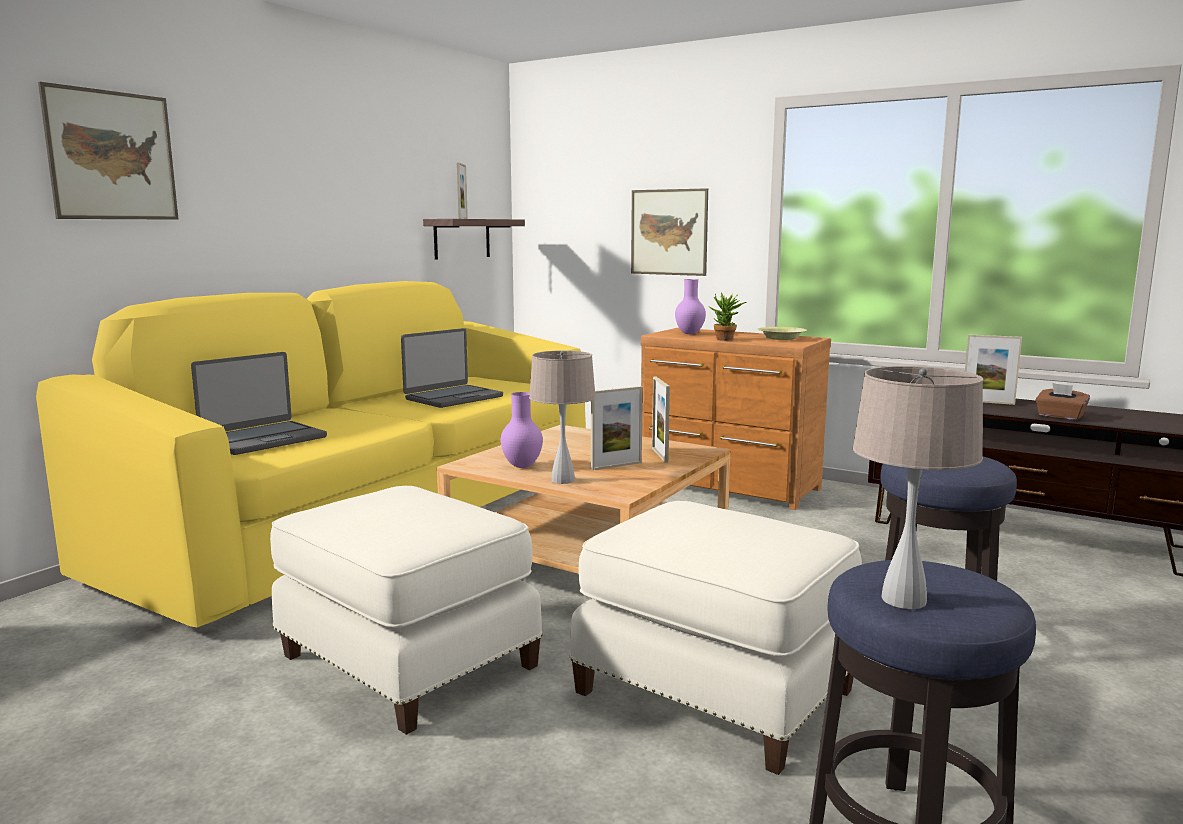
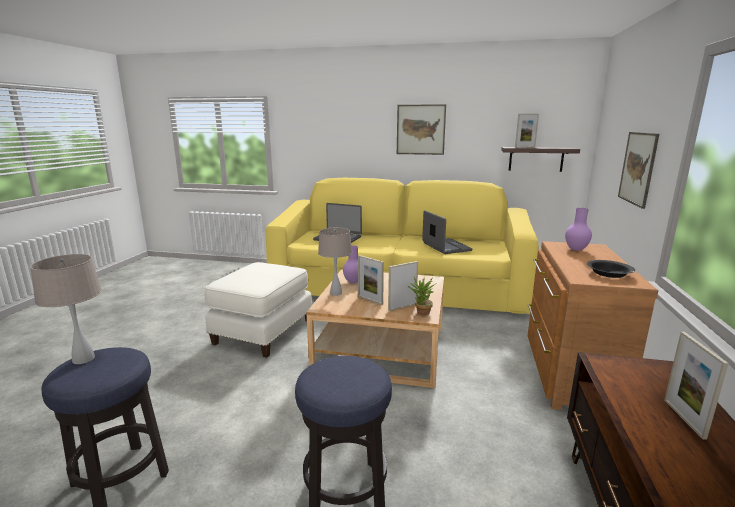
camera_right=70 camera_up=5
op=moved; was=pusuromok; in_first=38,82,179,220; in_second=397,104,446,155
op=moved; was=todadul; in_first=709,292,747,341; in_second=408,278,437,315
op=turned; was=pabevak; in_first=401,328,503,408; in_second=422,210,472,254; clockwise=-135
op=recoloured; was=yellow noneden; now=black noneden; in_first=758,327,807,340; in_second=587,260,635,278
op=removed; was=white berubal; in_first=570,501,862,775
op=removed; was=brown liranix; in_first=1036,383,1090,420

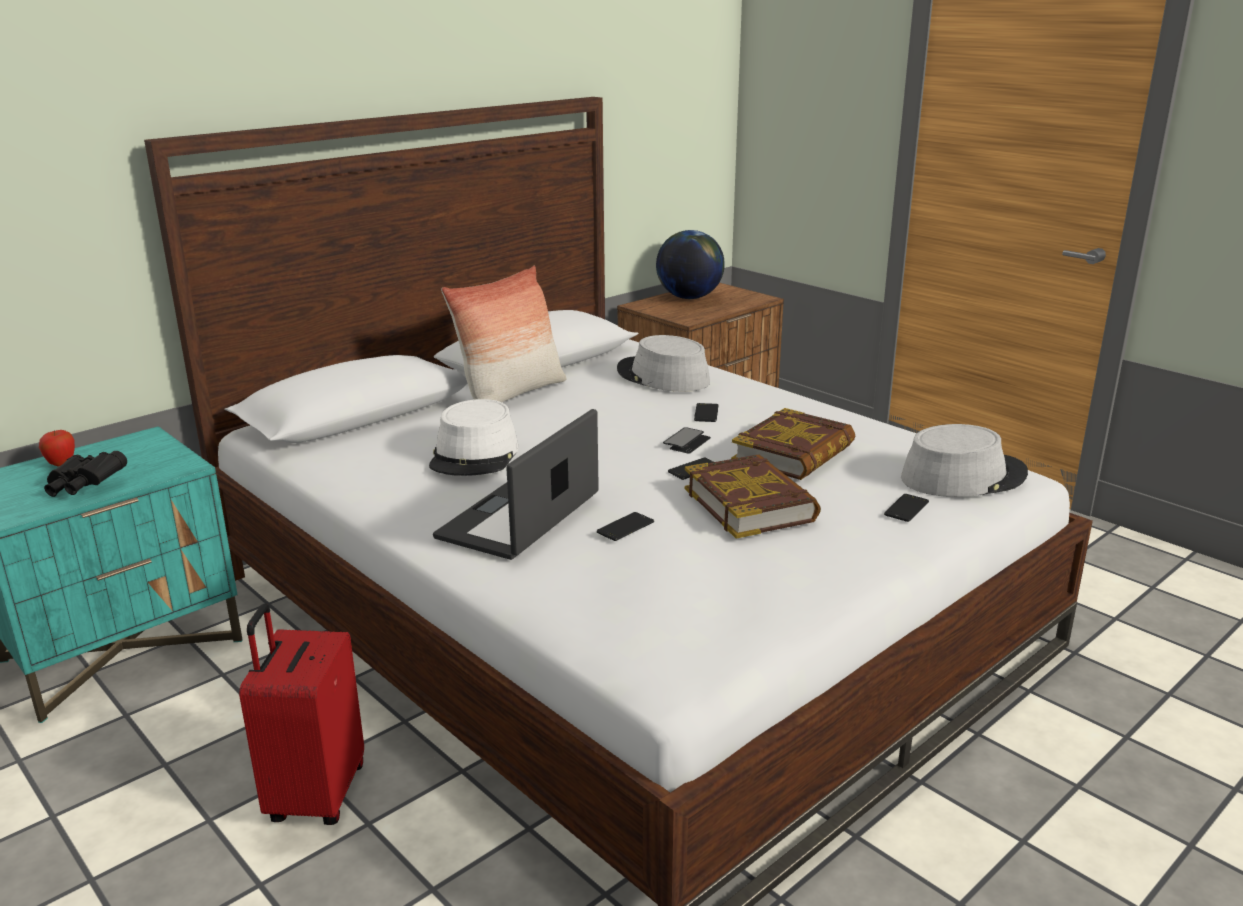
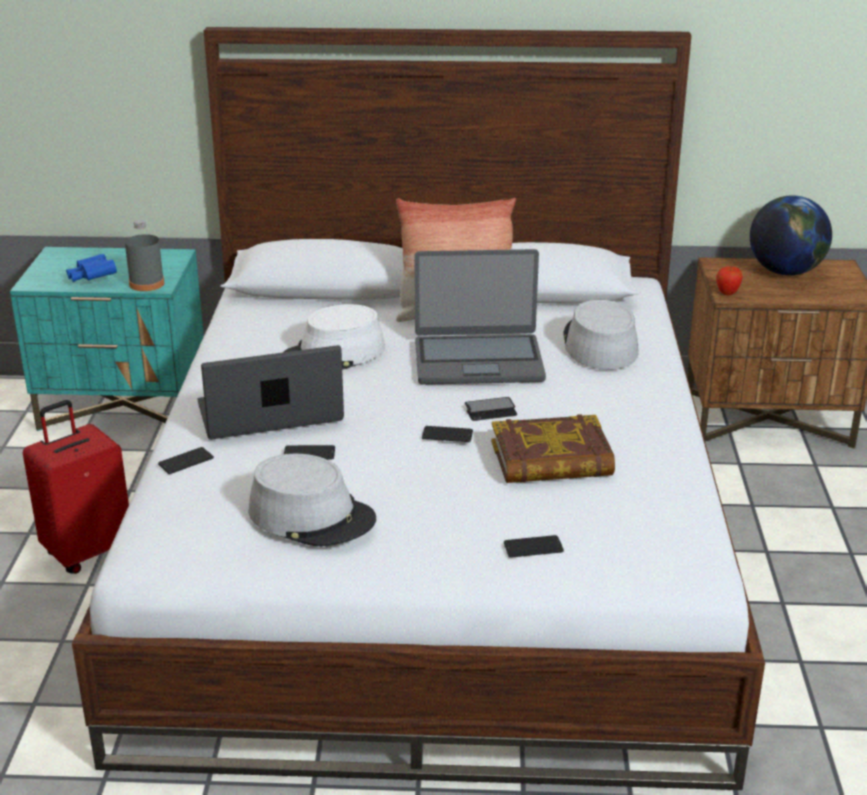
camera_right=45 camera_up=5
op=recoloured; was=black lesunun; now=blue lesunun; in_first=44,451,127,497; in_second=66,254,117,282
op=added; now=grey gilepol; in_second=125,220,164,291
op=moved; was=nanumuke; in_first=694,403,718,422; in_second=158,447,214,474
op=moved; was=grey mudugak; in_first=901,424,1028,497; in_second=248,454,376,547
op=added; now=pabevak; in_second=415,249,546,385
op=moved; was=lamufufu; in_first=39,430,75,467; in_second=716,266,743,295
op=removed; was=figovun; in_first=685,454,821,539

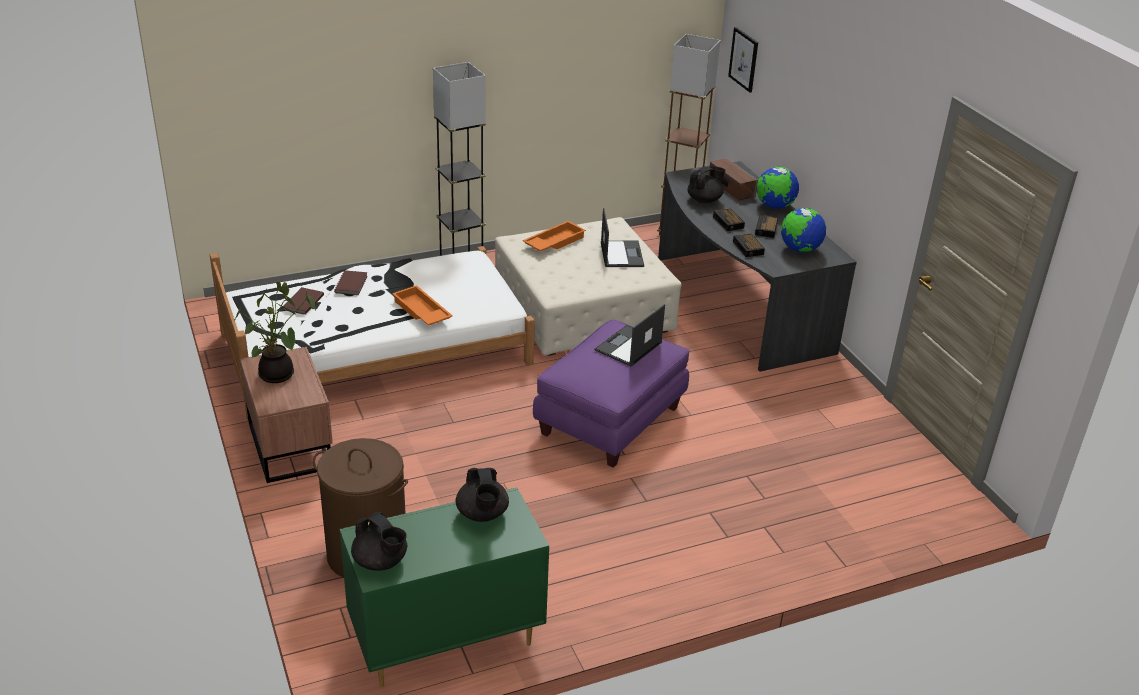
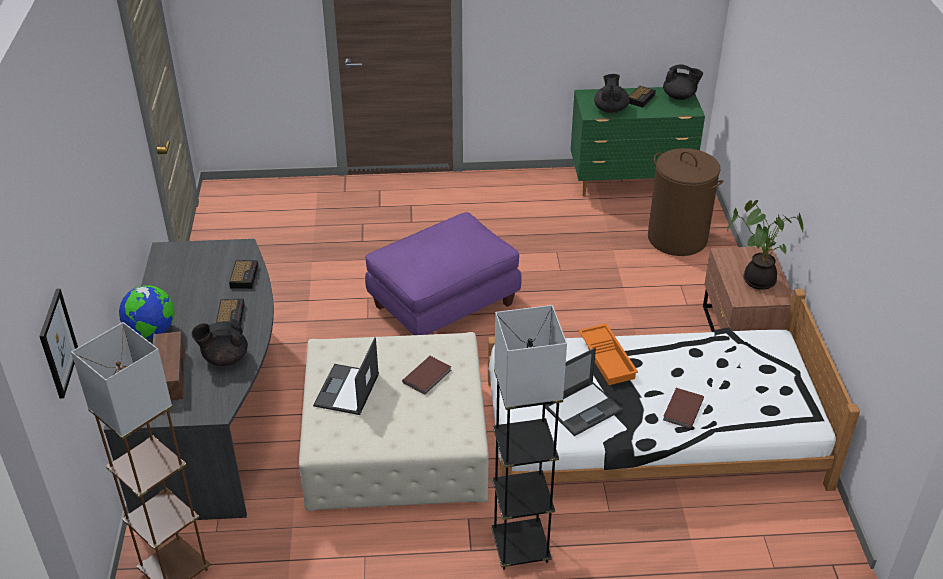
camera_right=-160 camera_up=5
op=moved; was=brown figovun; in_first=284,287,324,315; in_second=402,356,452,395
op=moved; was=pabevak; in_first=594,304,665,367; in_second=545,347,622,436
op=moved; was=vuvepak; in_first=755,215,778,238; in_second=629,86,656,108
op=turned; was=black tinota; in_first=351,512,407,571; in_second=663,64,703,100; clockwise=135
op=removed; was=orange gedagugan; in_first=523,221,586,252
op=removed; was=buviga; in_first=781,208,826,253

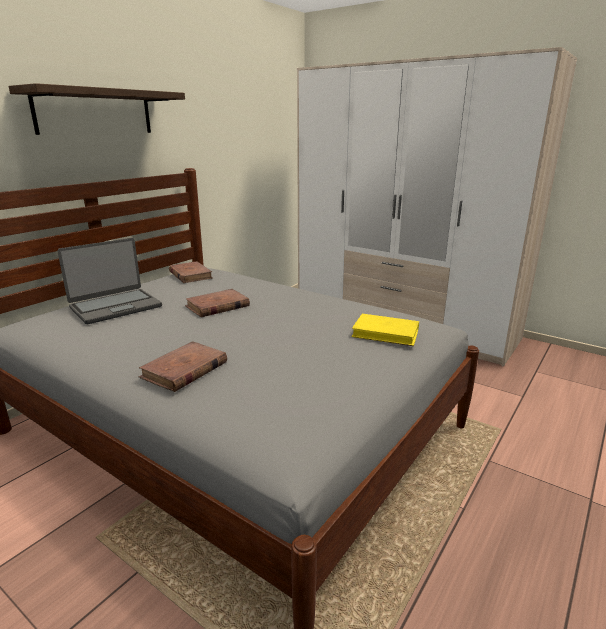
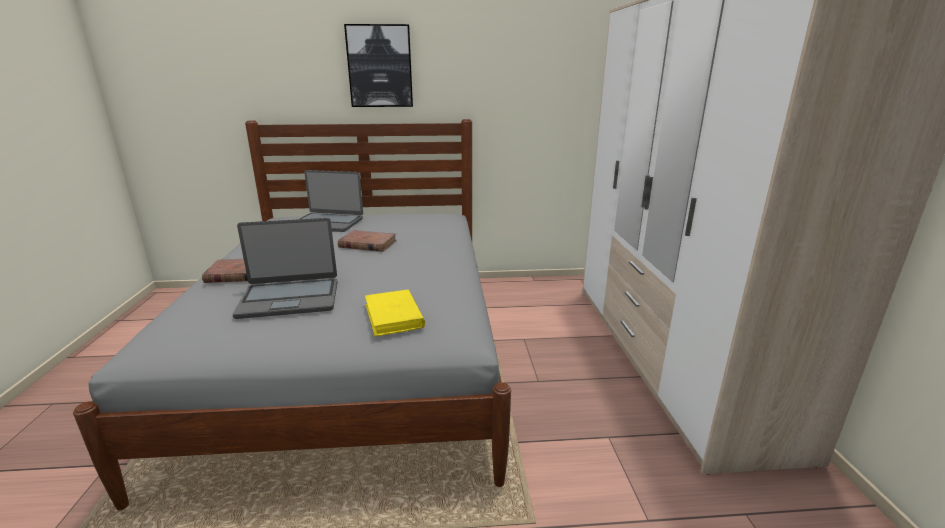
camera_right=50 camera_up=0
op=added; now=pabevak; in_second=233,218,338,319
op=replaced; was=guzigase; now=pusuromok; in_first=9,83,185,135; in_second=344,24,413,107
op=removed; was=brown figovun; in_first=169,261,213,283

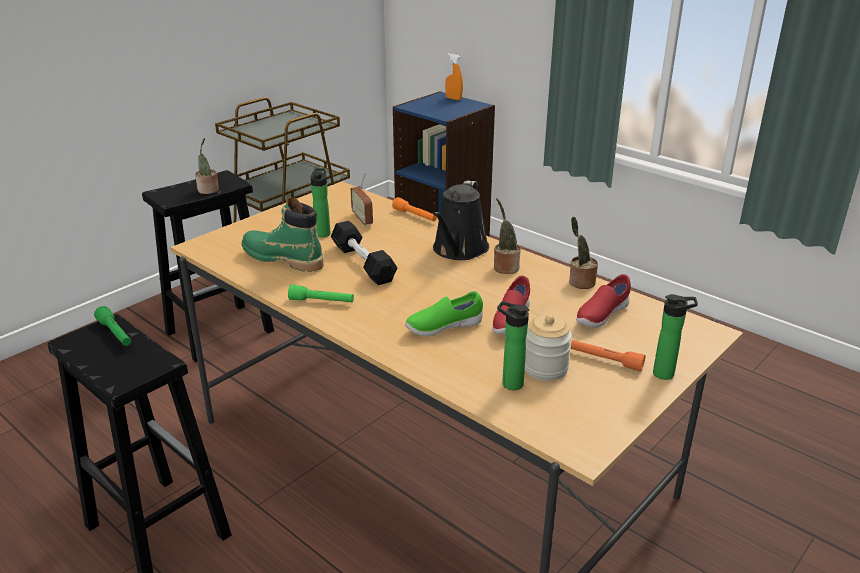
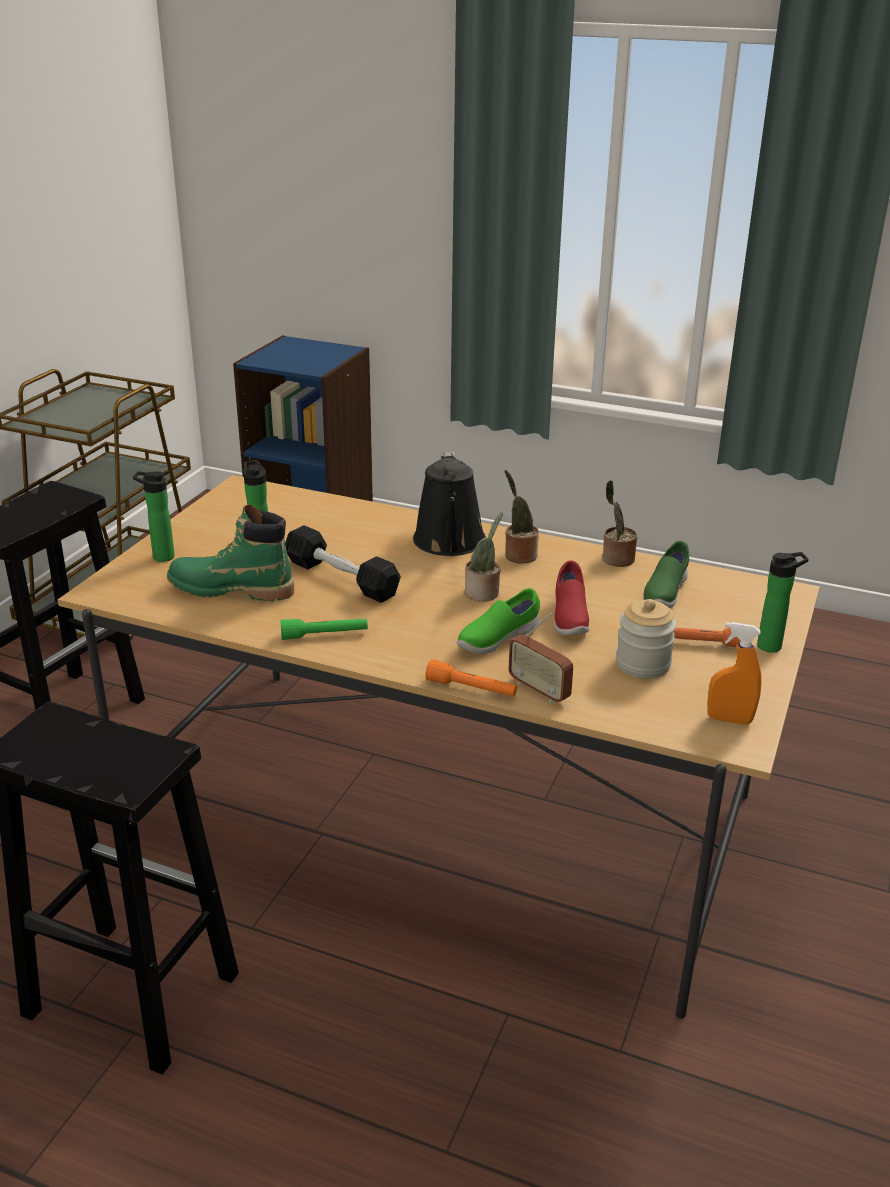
camera_right=-20 camera_up=0
op=moved; was=gilepol; in_first=497,301,529,390; in_second=133,471,175,562
op=moved; was=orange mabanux; in_first=392,197,437,221; in_second=425,659,517,697
op=moved; was=todadul; in_first=195,138,219,194; in_second=465,512,503,602
op=moved; was=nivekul; in_first=350,172,373,226; in_second=508,613,573,704
op=recoloured; was=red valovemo; now=green valovemo; in_first=576,274,631,328; in_second=643,541,689,608
op=moved; was=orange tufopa; in_first=445,53,463,100; in_second=707,622,762,725
op=removed; was=green mabanux; in_first=94,306,131,346

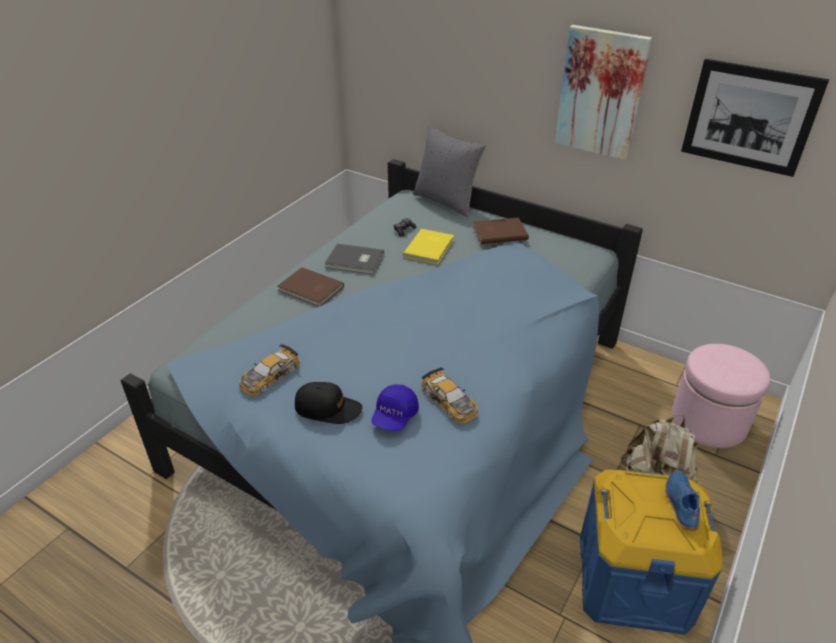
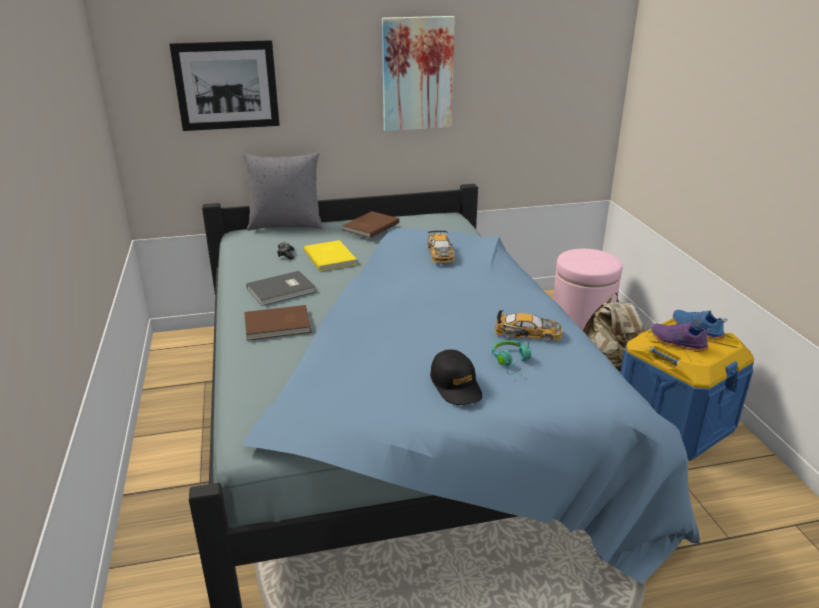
camera_right=-45 camera_up=-10
op=moved; was=pusuromok; in_first=681,59,829,177; in_second=169,40,280,131
op=moved; was=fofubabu; in_first=239,344,300,396; in_second=427,231,455,263
op=turned; was=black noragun; in_first=295,382,362,424; in_second=430,350,483,405; clockwise=105
op=replaced; was=blue noragun; now=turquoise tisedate; in_first=371,384,419,431; in_second=492,340,531,374
op=added; now=purple valovemo; in_second=652,322,711,352

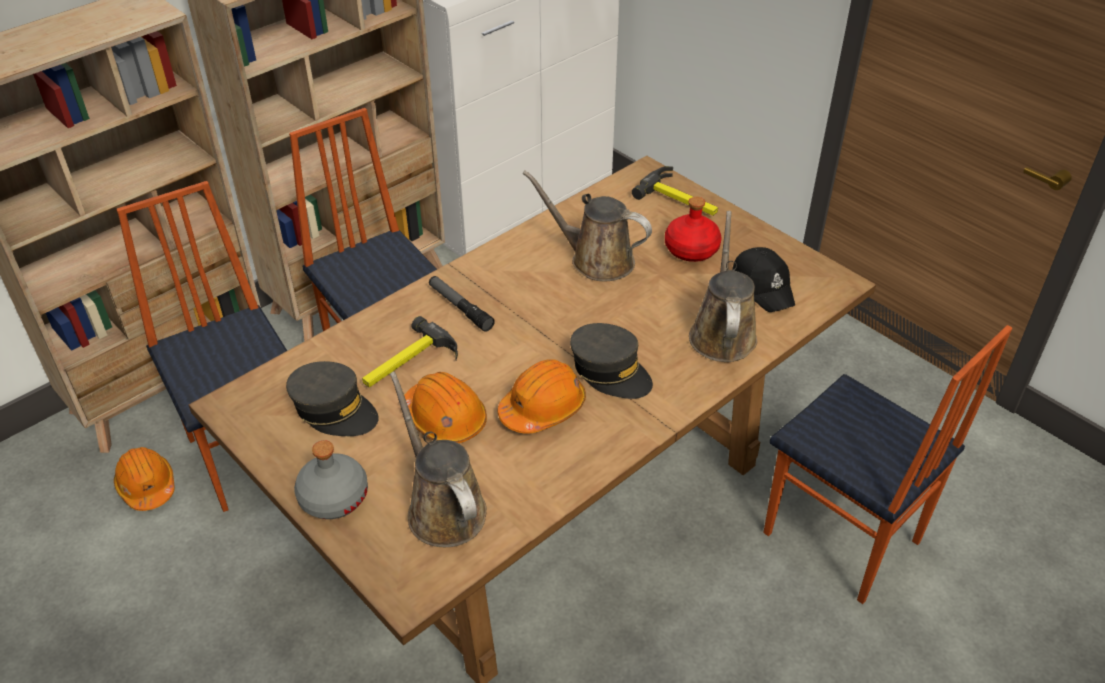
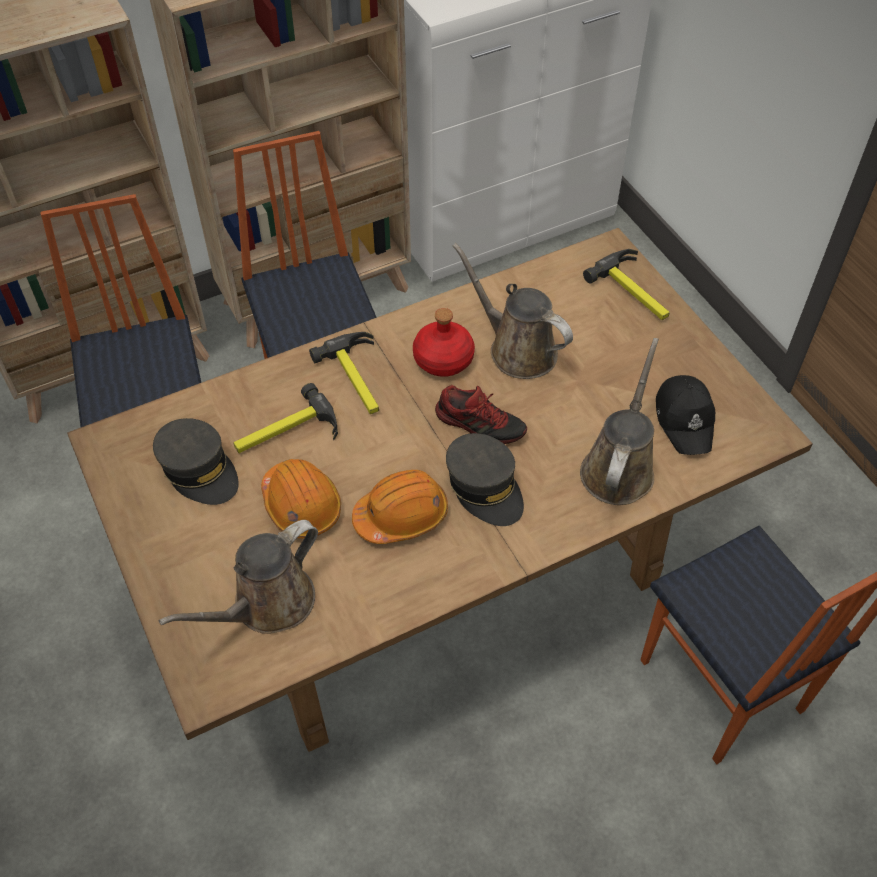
camera_right=15 camera_up=10
op=turned; was=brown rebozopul; in_first=390,371,487,547; in_second=159,520,318,634; clockwise=-120
op=replaced; was=mabanux; now=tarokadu; in_first=429,276,495,332; in_second=309,332,379,414
op=moved; was=red gilepol; in_first=665,197,722,262; in_second=413,308,475,377
op=added; now=valovemo; in_second=435,385,527,444
op=removed; was=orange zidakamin; in_first=114,447,175,511
op=removed; was=grey gilepol; in_first=294,440,368,519

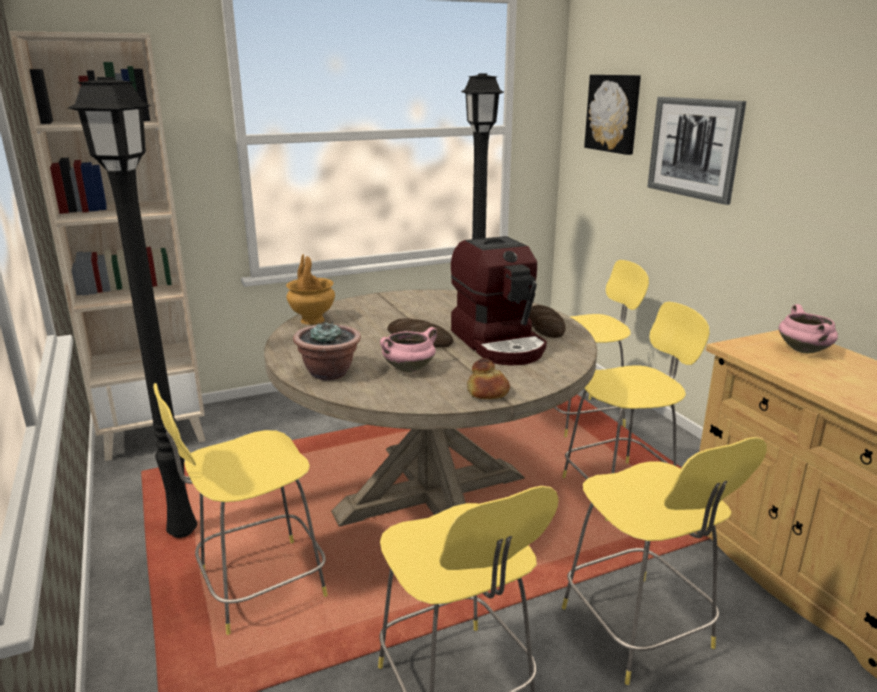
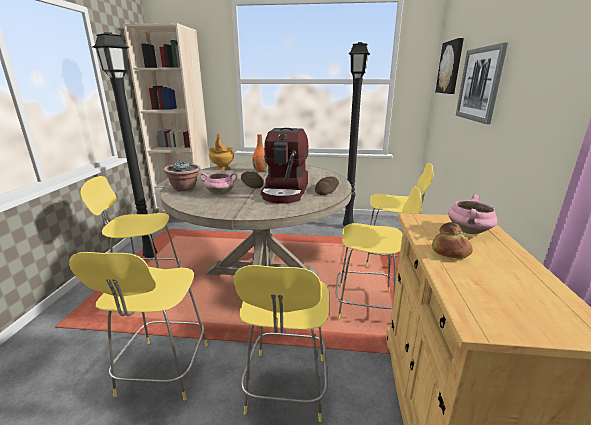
camera_right=30 camera_up=0
op=added; now=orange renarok; in_second=252,134,268,172
op=moved; was=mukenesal; in_first=467,358,510,399; in_second=432,222,473,259

